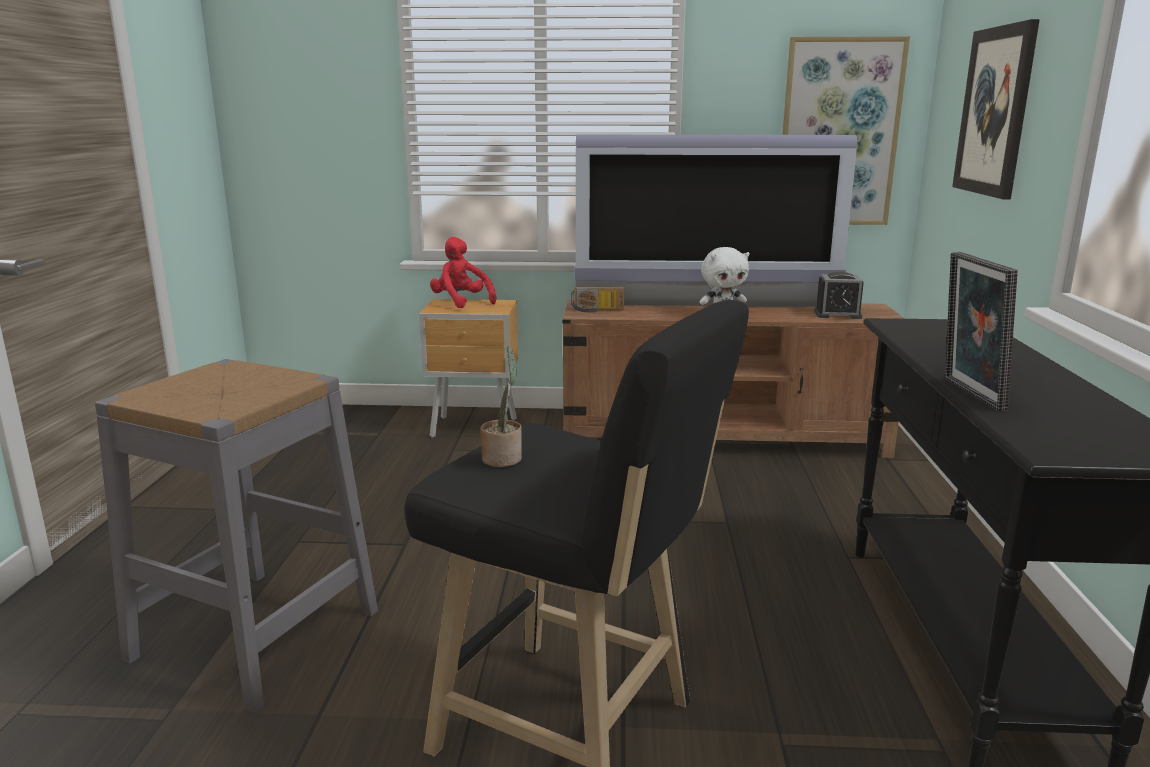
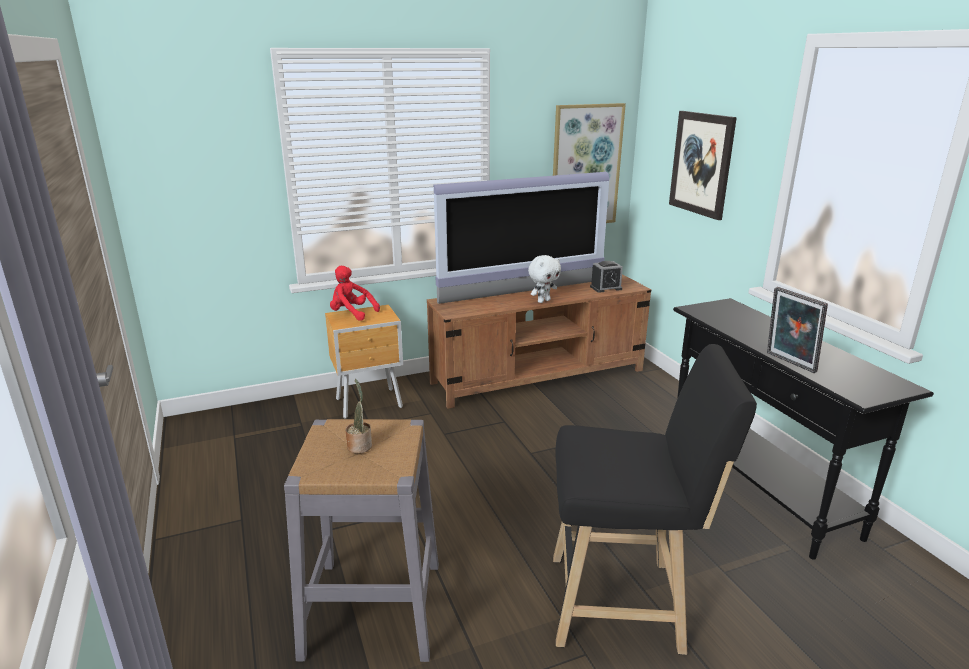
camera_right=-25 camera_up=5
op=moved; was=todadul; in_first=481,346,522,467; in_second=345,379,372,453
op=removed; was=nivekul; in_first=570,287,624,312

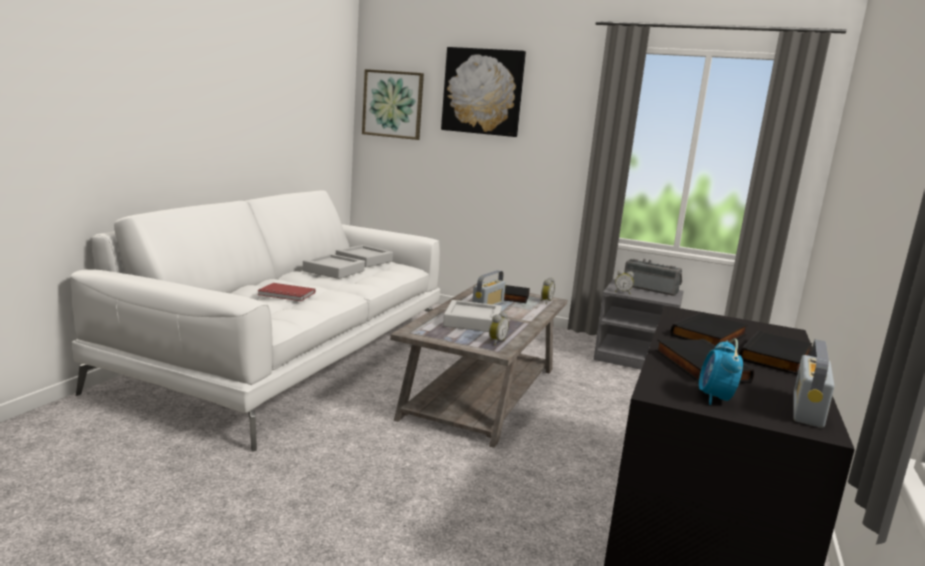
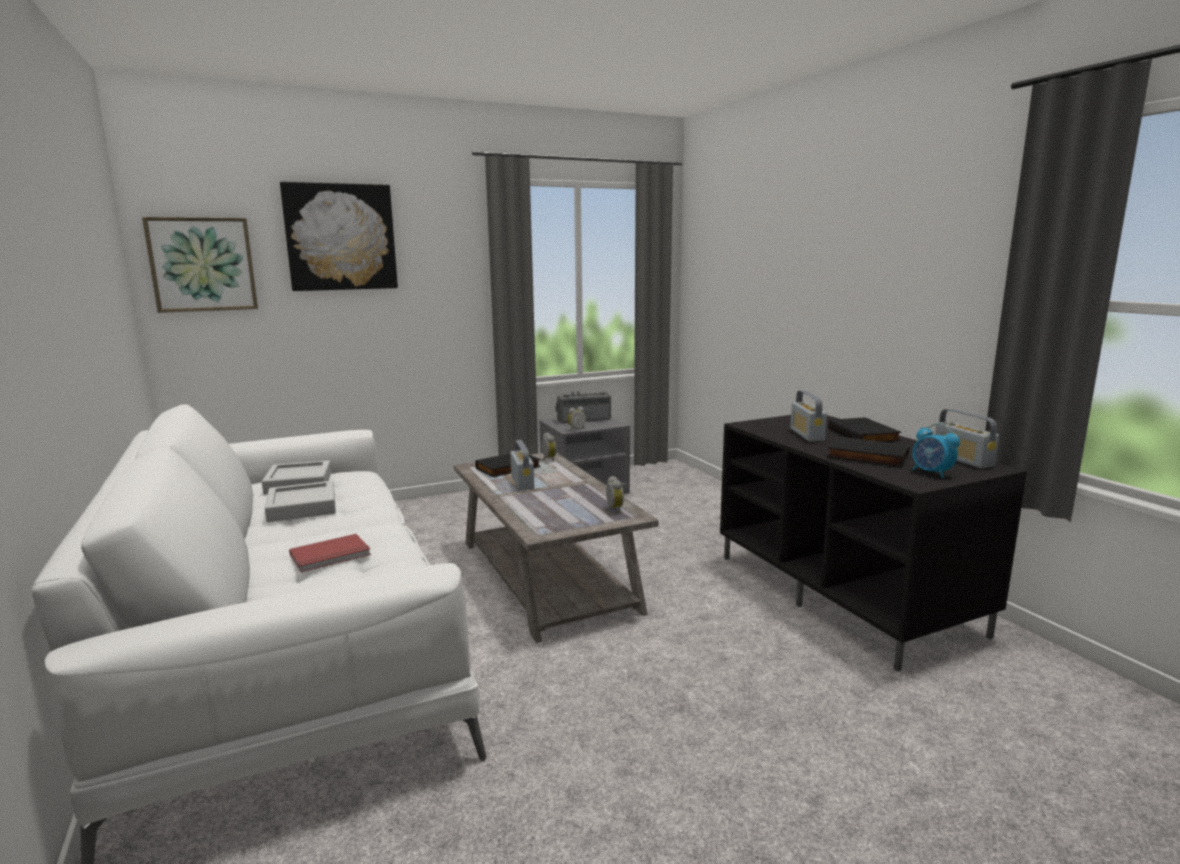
camera_right=-45 camera_up=0
op=replaced; was=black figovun; now=nivekul; in_first=670,312,748,346; in_second=790,390,827,441
op=removed; was=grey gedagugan; in_first=443,300,502,332

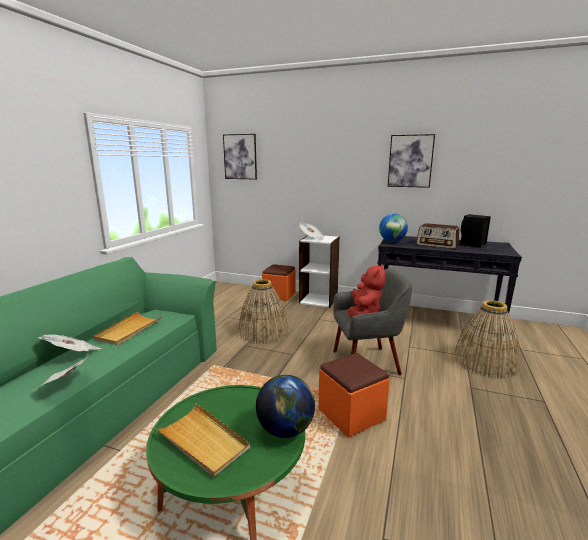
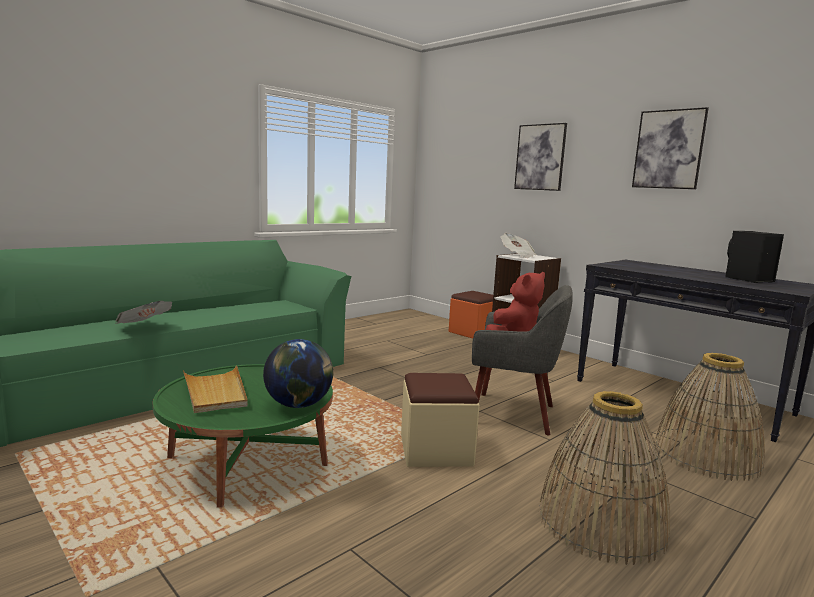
camera_right=25 camera_up=-5
op=recoloured; was=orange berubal; now=beige berubal; in_first=318,353,390,438; in_second=401,373,480,467
op=moved; was=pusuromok; in_first=223,134,257,179; in_second=514,123,567,191
op=moved; was=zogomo; in_first=239,279,288,344; in_second=539,391,670,565
op=removed; was=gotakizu; in_first=38,335,101,351
op=removed; was=beige gedagugan; in_first=93,312,163,345
op=removed; was=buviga; in_first=379,214,408,242
op=removed; was=nivekul; in_first=416,223,459,249

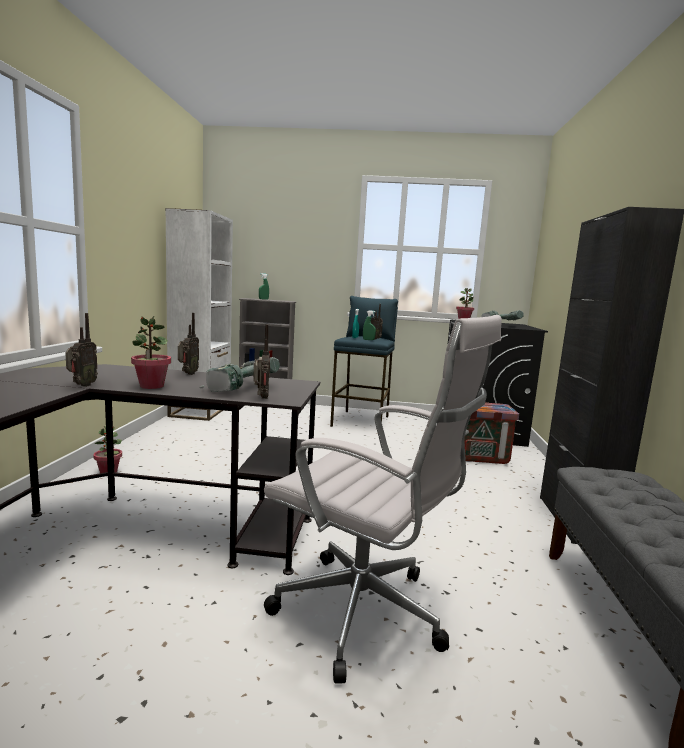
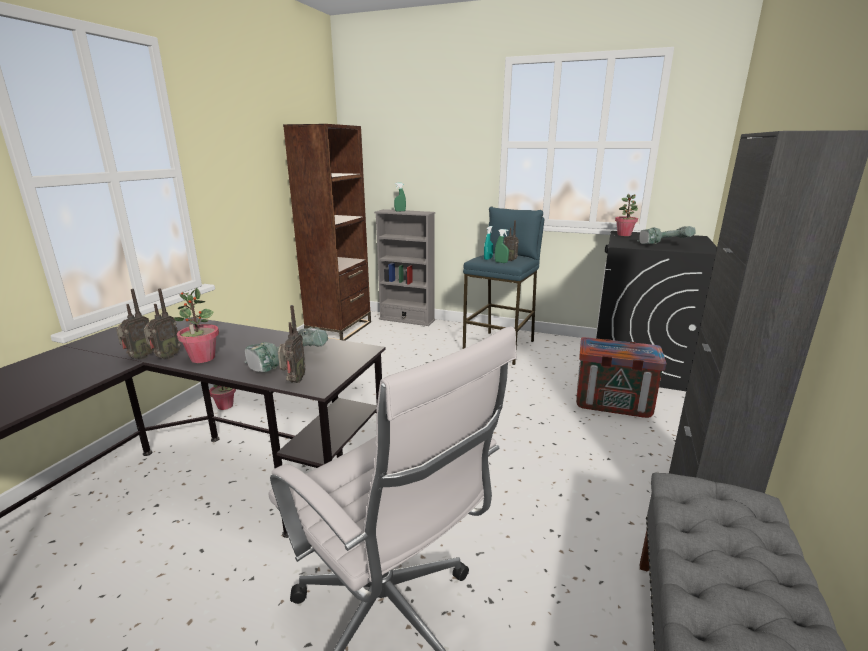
camera_right=15 camera_up=10
op=moved; was=nivekul; in_first=178,313,199,375; in_second=144,289,181,359
op=recoloured; was=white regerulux; now=brown regerulux; in_first=165,208,233,421; in_second=283,124,371,341

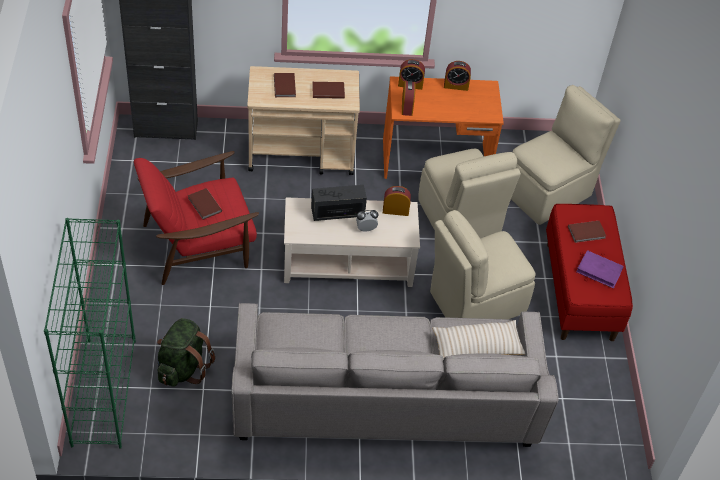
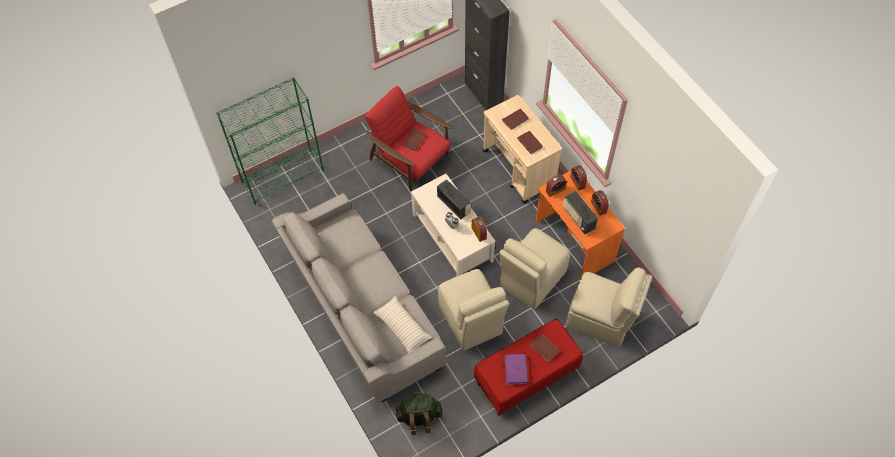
camera_right=65 camera_up=10
op=moved; was=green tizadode; in_first=157,318,215,387; in_second=394,392,443,435
op=turned; was=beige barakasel; in_first=430,210,536,319; in_second=438,269,509,351; clockwise=-150
op=added; now=nivekul; in_second=563,191,598,234

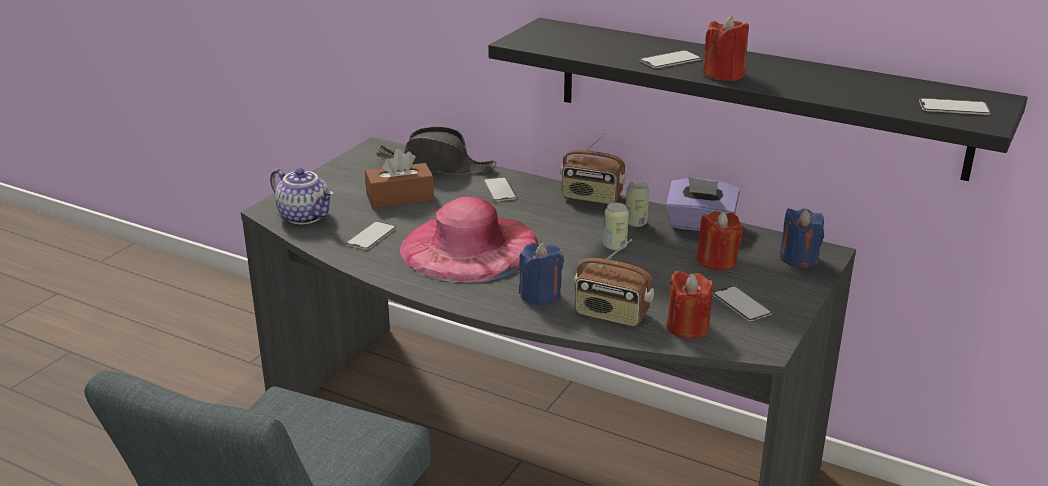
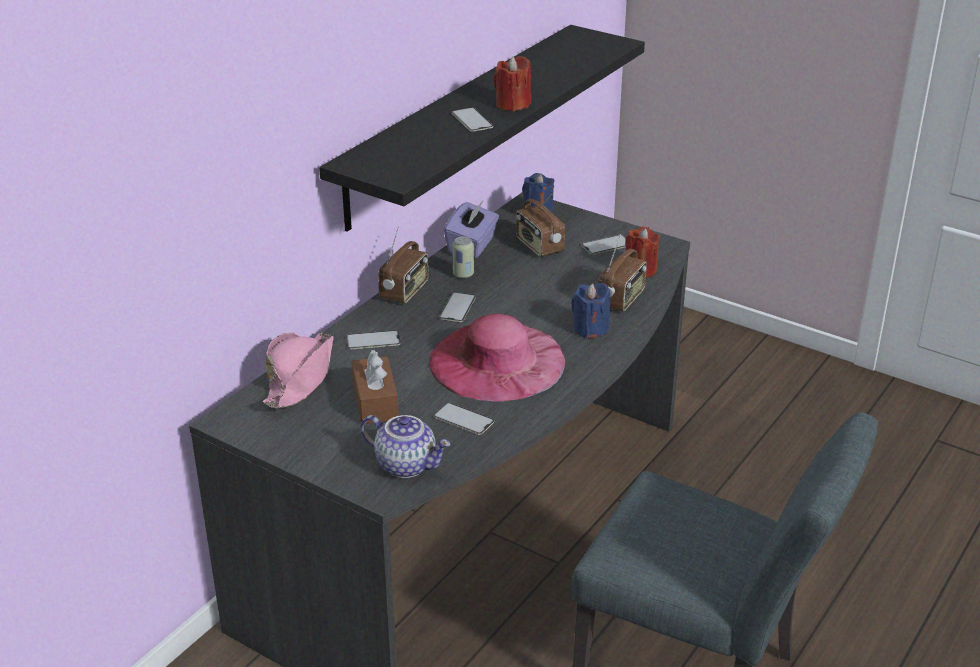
camera_right=-85 camera_up=5
op=recoloured; was=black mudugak; now=pink mudugak; in_first=376,127,497,175; in_second=263,332,334,409
op=turned; was=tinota; in_first=270,168,334,224; in_second=360,415,451,478; clockwise=75
op=moved; was=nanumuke; in_first=919,98,991,115; in_second=439,292,476,322
op=replaced; was=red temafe; now=nivekul; in_first=697,211,743,271; in_second=516,192,565,257
op=removed; was=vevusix; in_first=604,203,629,251

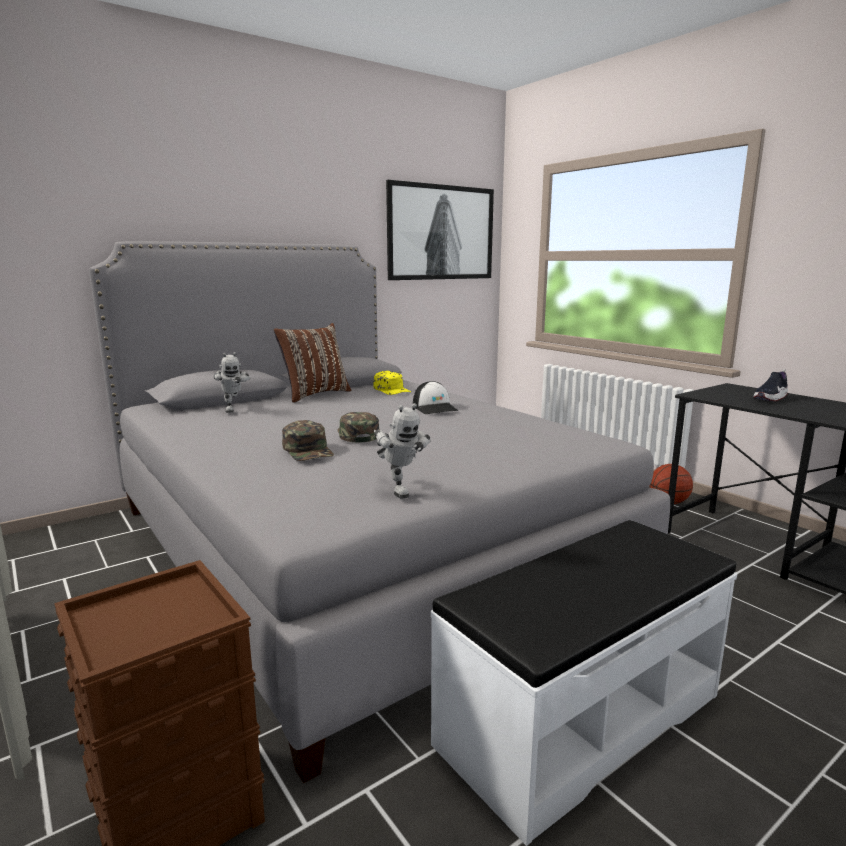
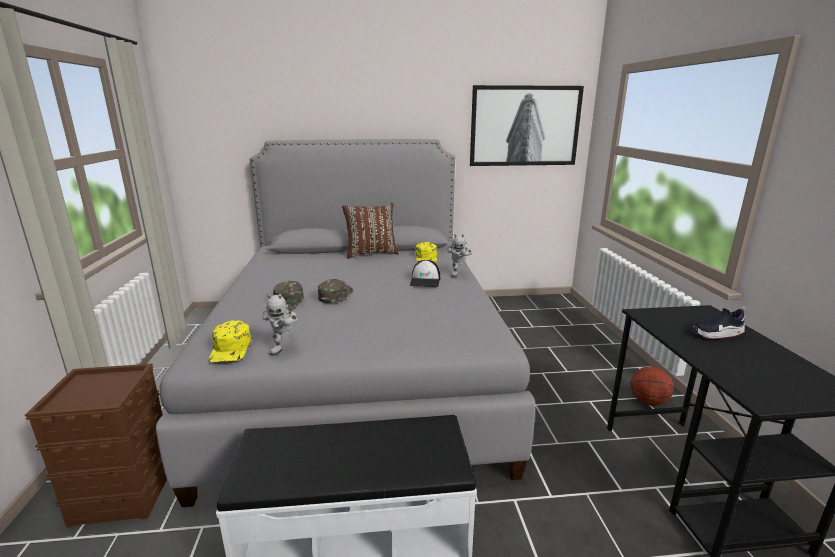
camera_right=30 camera_up=5
op=added; now=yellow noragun; in_second=209,320,251,362
op=moved; was=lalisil; in_first=214,352,250,413; in_second=447,234,472,277

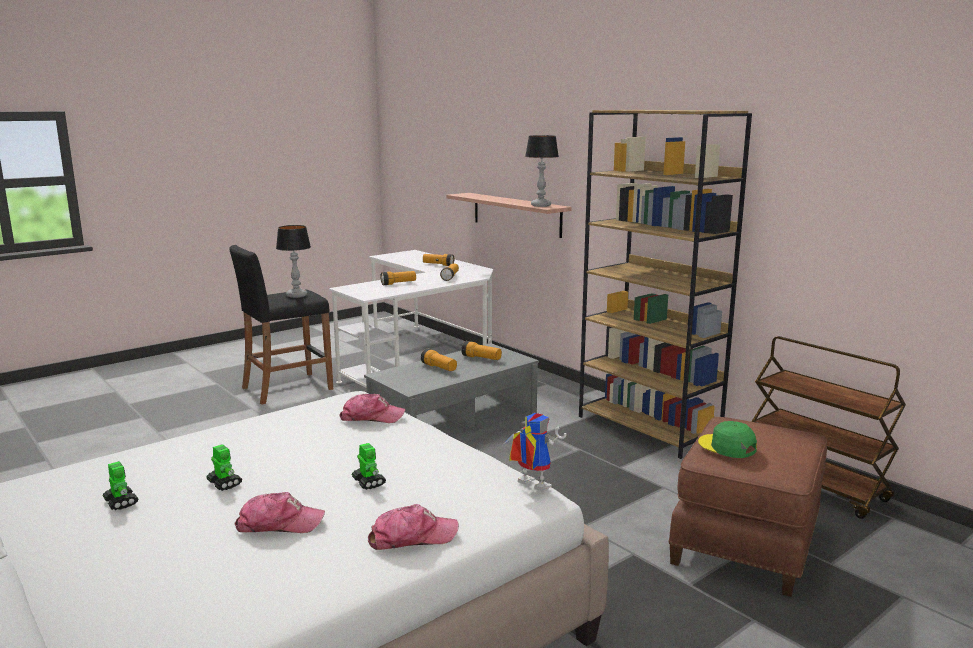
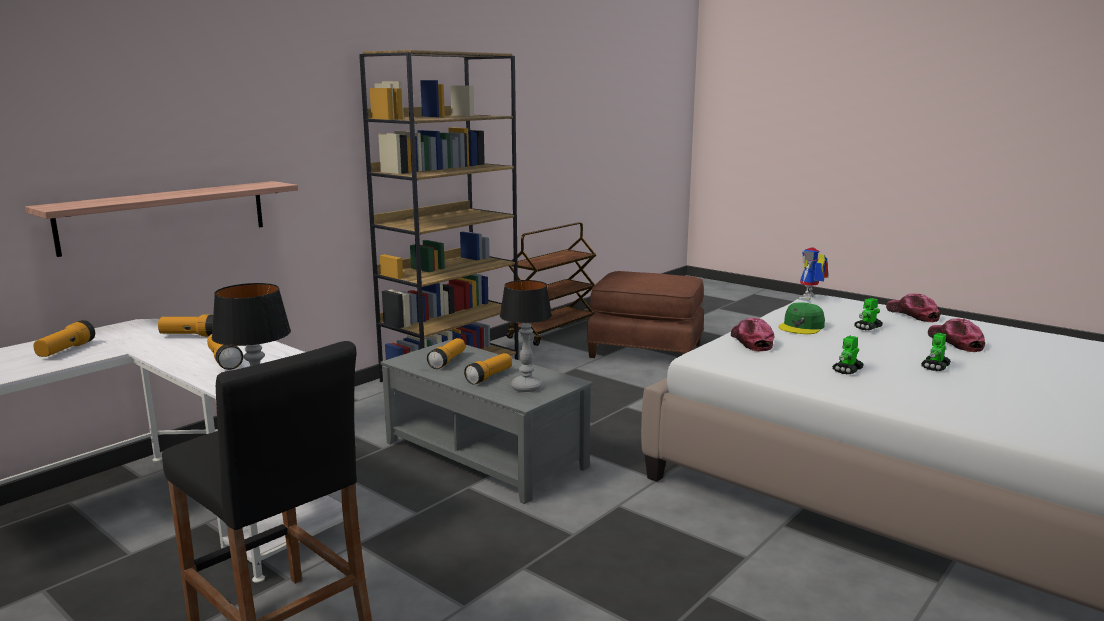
camera_right=-100 camera_up=0
op=moved; was=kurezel; in_first=525,135,559,207; in_second=500,280,552,392
op=moved; was=green noragun; in_first=698,421,757,458; in_second=779,302,825,334
op=moved; was=lalisil; in_first=103,461,138,510; in_second=832,335,863,374

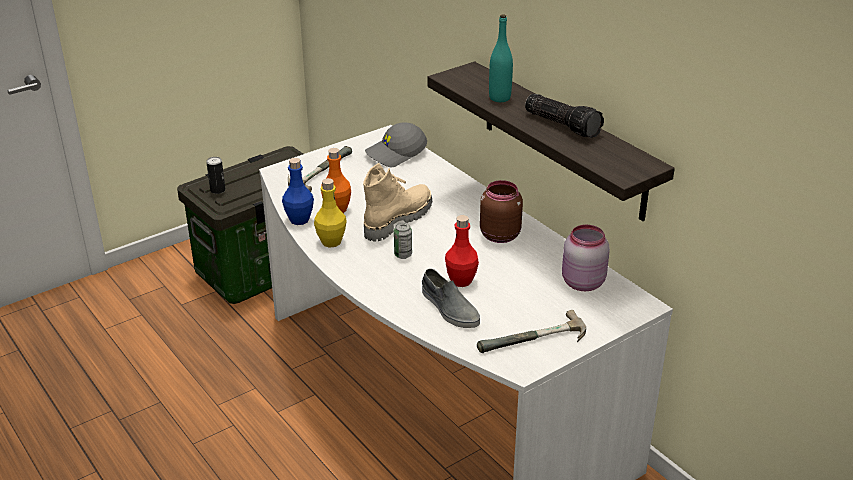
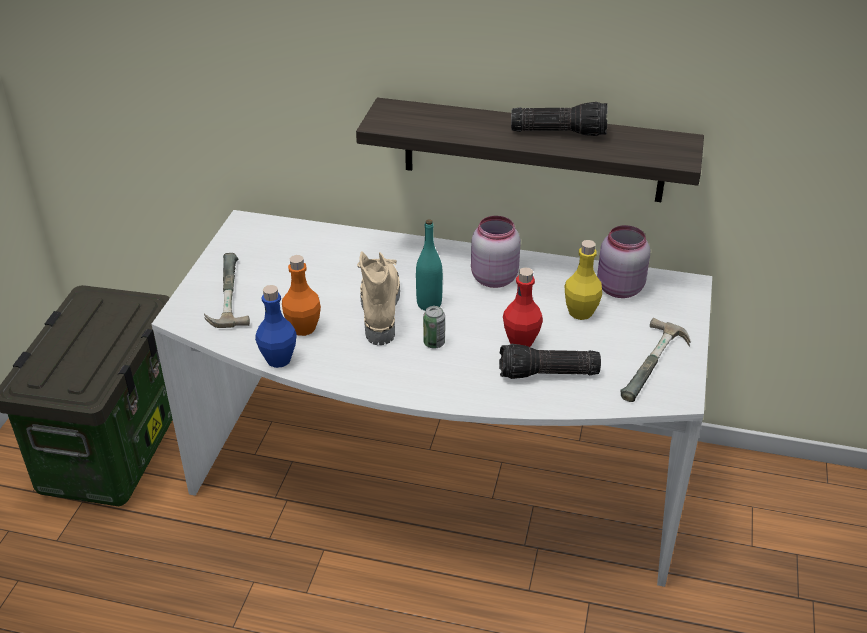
camera_right=-40 camera_up=5
op=moved; was=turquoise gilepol; in_first=489,14,513,102; in_second=416,219,443,311
op=recoloured; was=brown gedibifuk; now=pink gedibifuk; in_first=480,180,523,243; in_second=471,216,521,288
op=replaced; was=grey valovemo; now=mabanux; in_first=422,268,480,328; in_second=499,344,601,379
op=moved; was=yellow gilepol; in_first=314,178,347,248; in_second=565,240,602,320
op=removed; was=vevusix; in_first=206,157,226,194
op=removed; was=grey noragun; in_first=365,123,427,167

